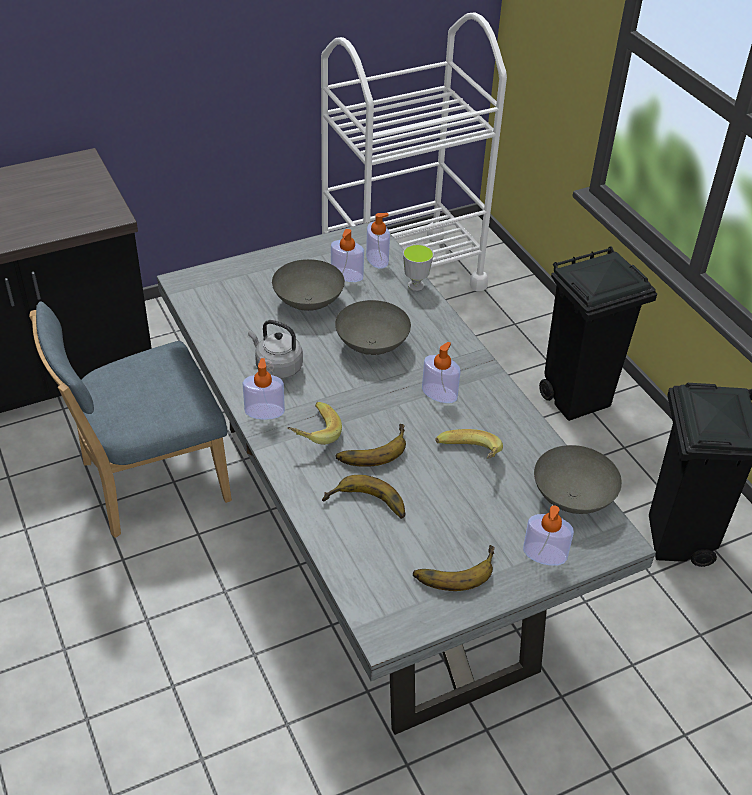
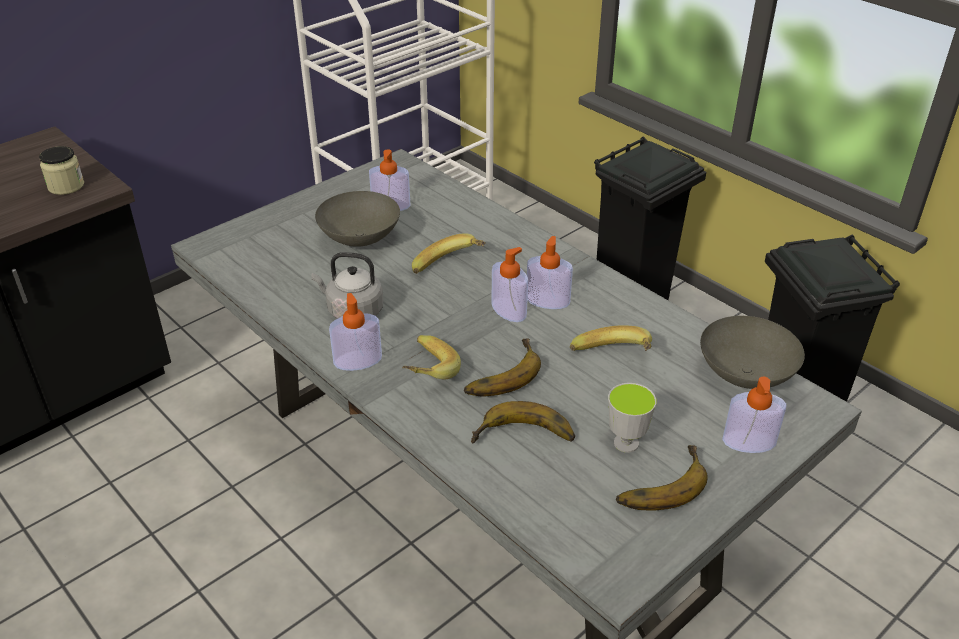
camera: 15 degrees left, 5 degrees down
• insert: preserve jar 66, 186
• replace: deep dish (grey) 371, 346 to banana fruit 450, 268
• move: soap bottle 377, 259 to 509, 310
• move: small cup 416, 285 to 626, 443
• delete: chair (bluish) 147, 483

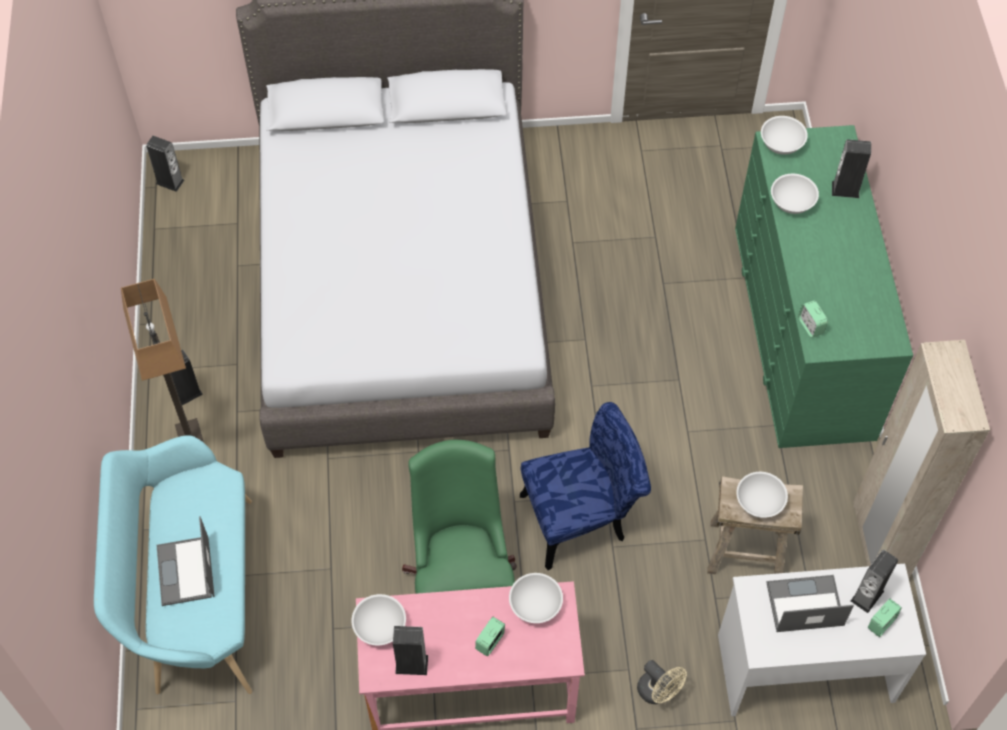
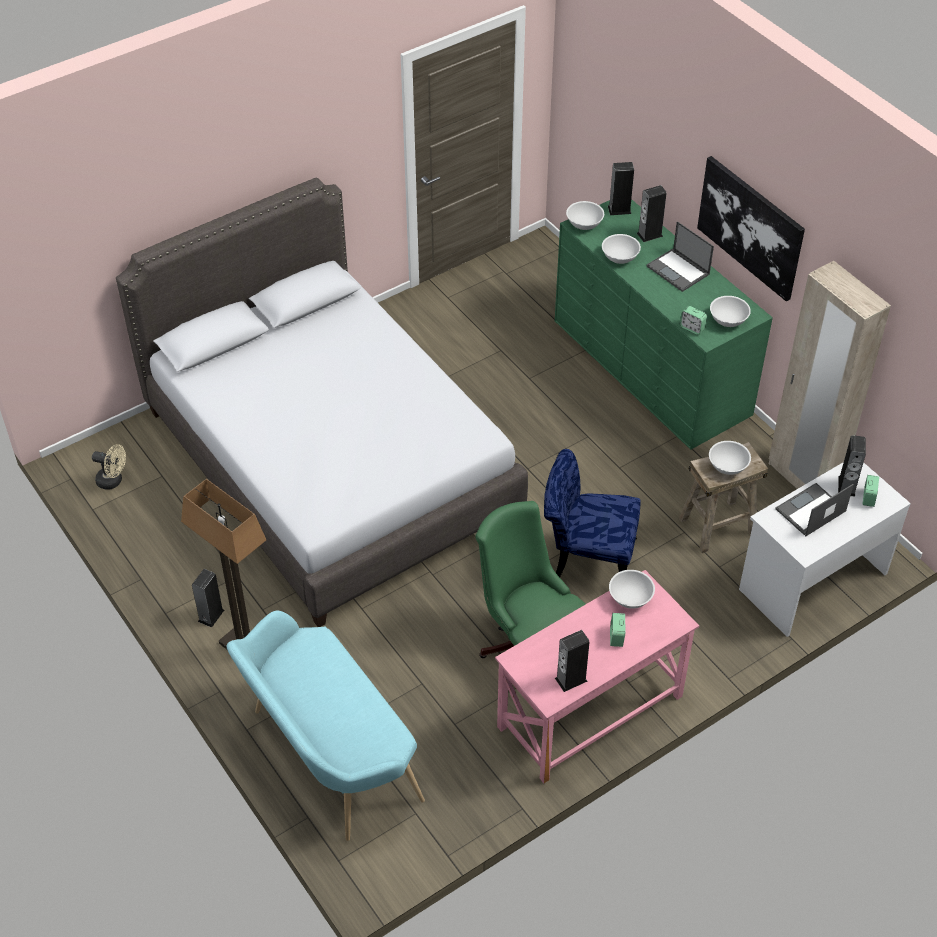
camera: 30 degrees left, 10 degrees down
• move: cooling fan (sand-coloured) 658, 692 to 113, 481
• rotate: chair (bluish) 582, 517 = 586, 558 120 degrees counterclockwise
• move: speaker 170, 182 to 619, 209
• move: laptop 186, 572 to 678, 270
• insert: wall picture 750, 227
• move: deep dish (white) 380, 627 to 728, 320

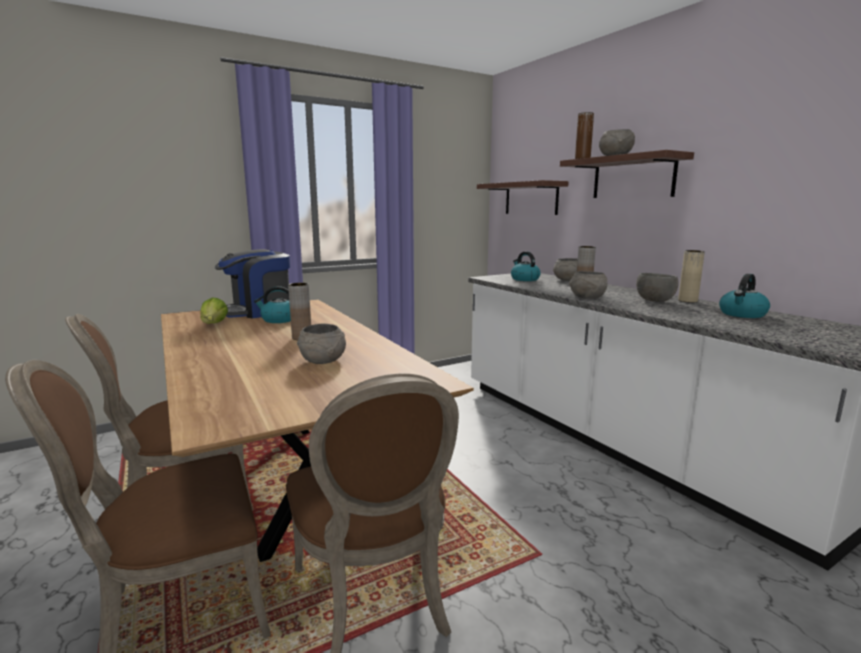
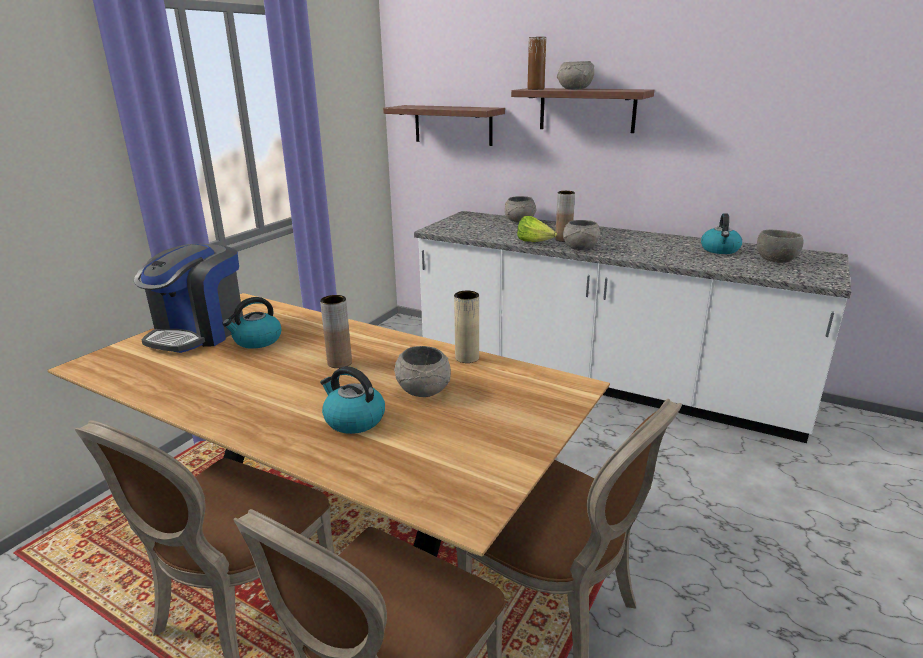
camera: 30 degrees left, 10 degrees up
• move: water kettle 524, 279 to 353, 420
• move: decorative vase (sand-coloured) 687, 300 to 467, 358
• move: lettuce head 214, 325 to 534, 242
• move: deep dish (grey) 655, 301 to 776, 261

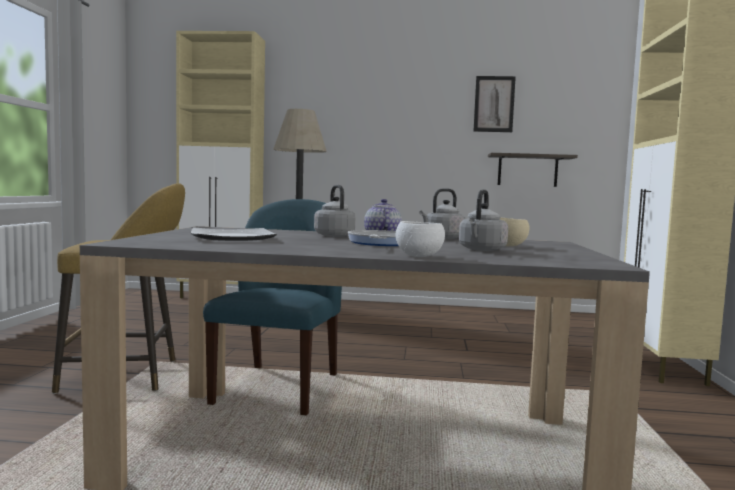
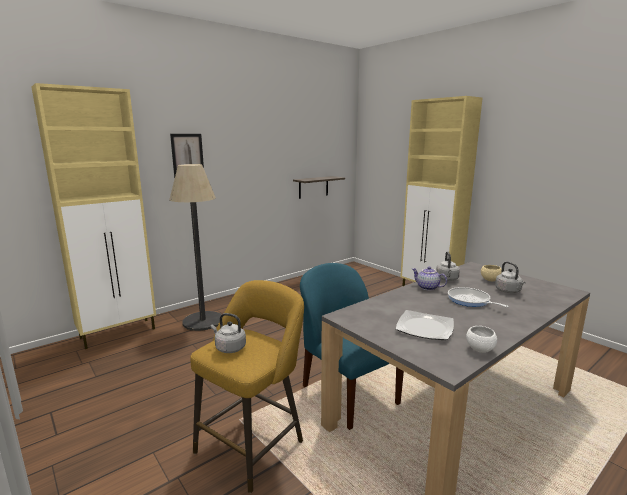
camera: 45 degrees left, 10 degrees up
• move: wall picture 494, 104 to 187, 156
• move: water kettle (grey) 333, 235 to 229, 348
• move: deep dish (white) 419, 256 to 479, 349

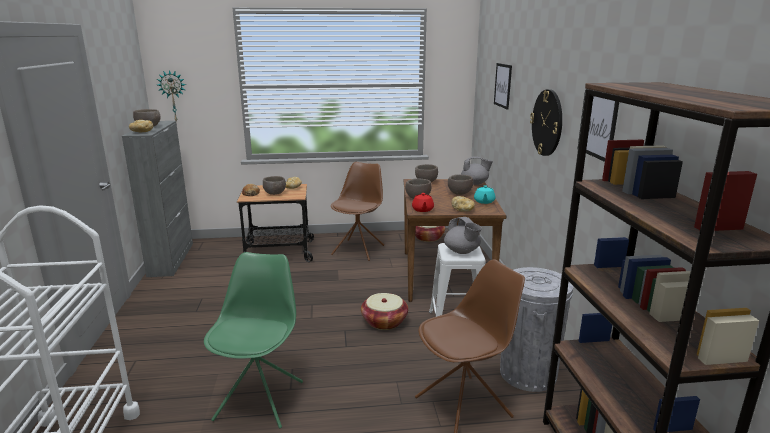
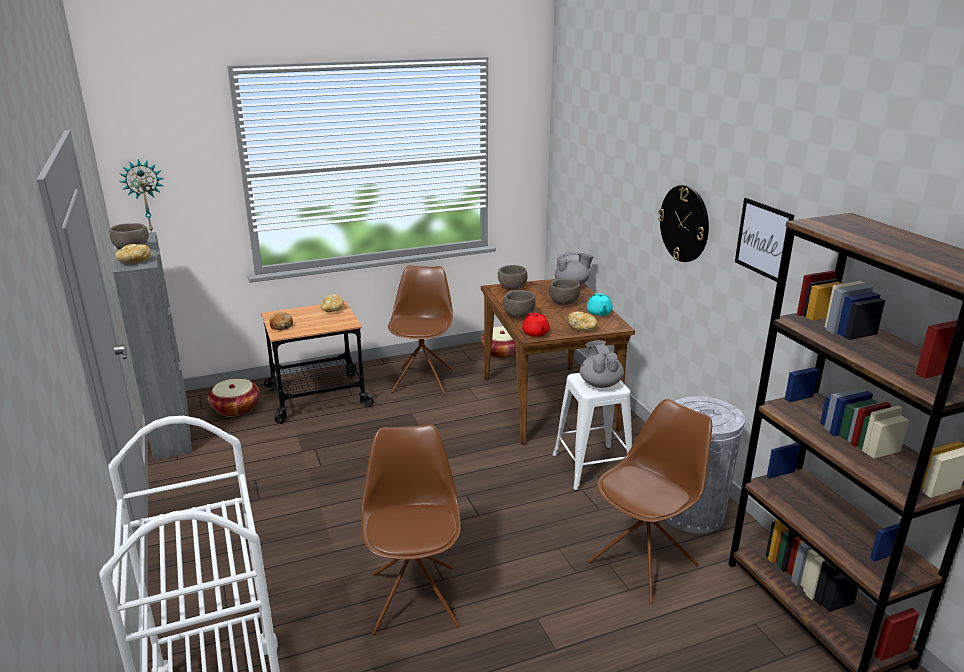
camera: 15 degrees left, 5 degrees up
• move: basket 384, 321 to 235, 408
• recolor: chair (greenish) 260, 399 to chair (brownish) 415, 598
• rotate: tea pot (grey) 462, 251 = 600, 383 150 degrees counterclockwise
• delete: deep dish (brownish) 274, 193
• delete: wall picture 503, 85

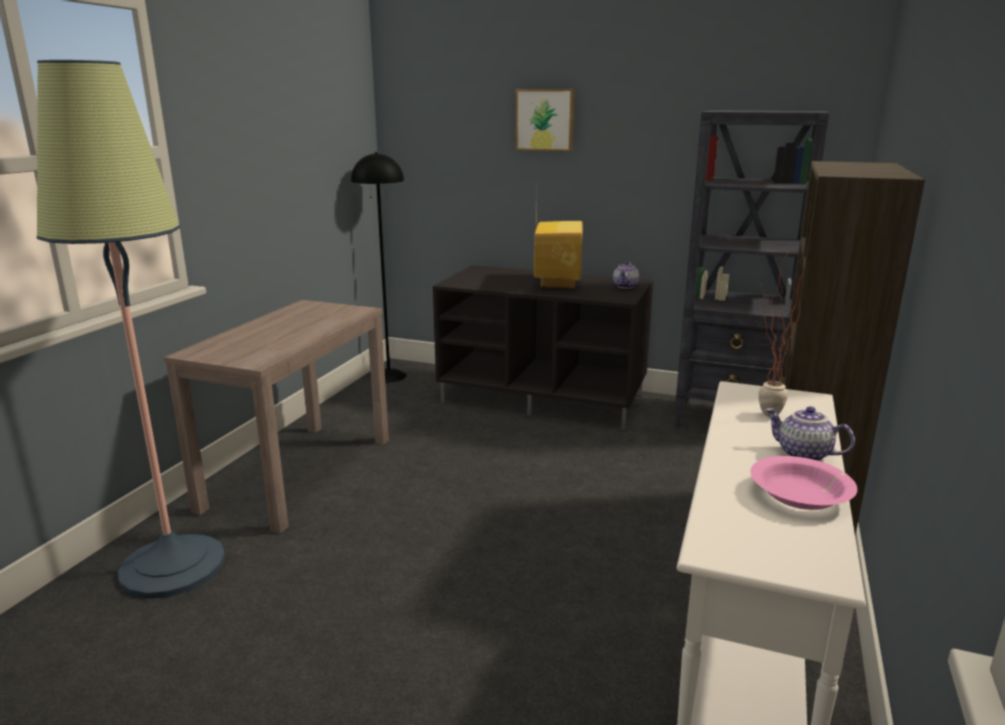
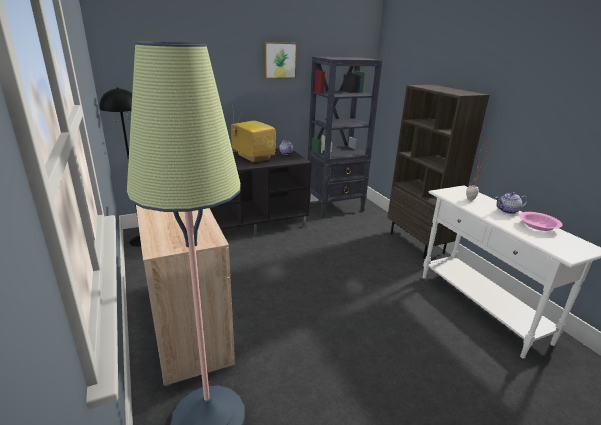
camera: 45 degrees left, 5 degrees up
• replace: hall table (brownish) 299, 472 to cupboard (sand-coloured) 187, 320
• move: wall picture 545, 120 to 279, 60

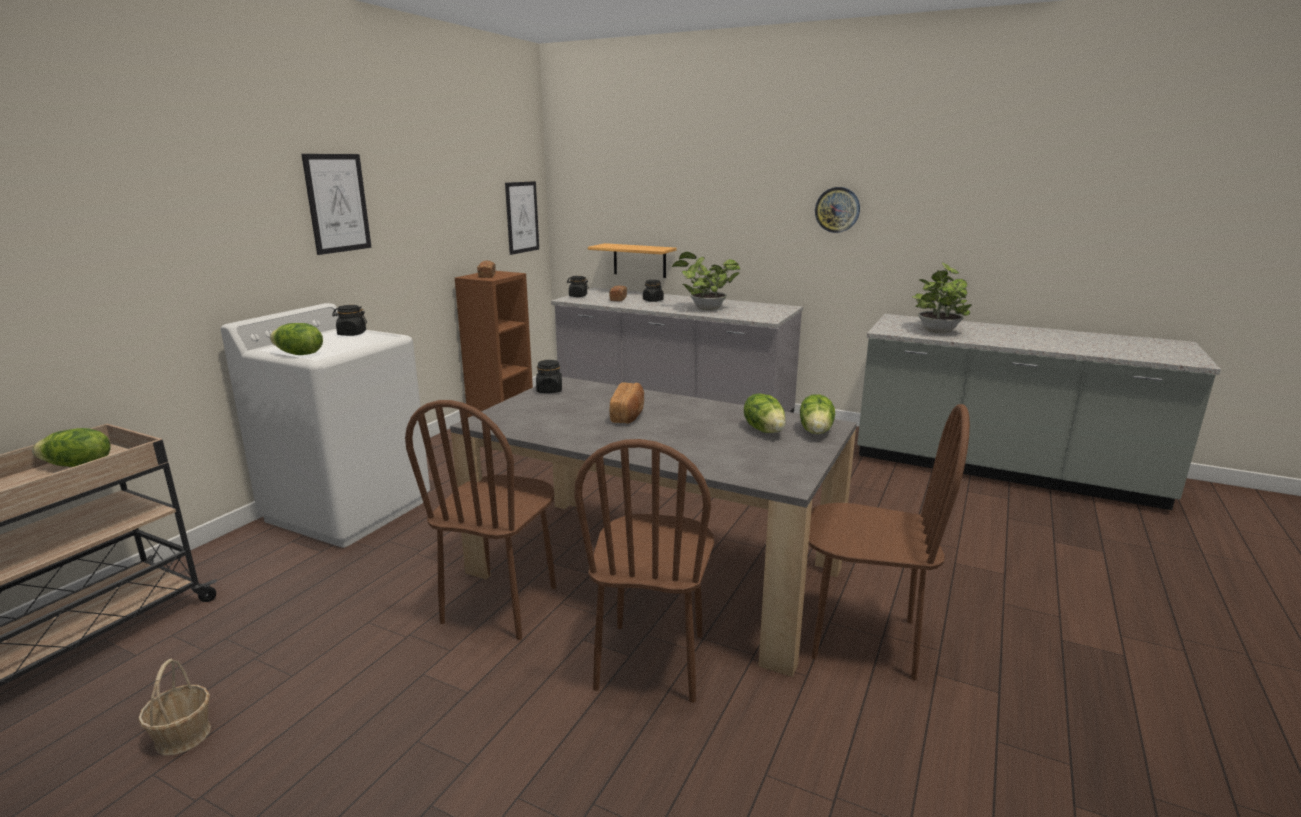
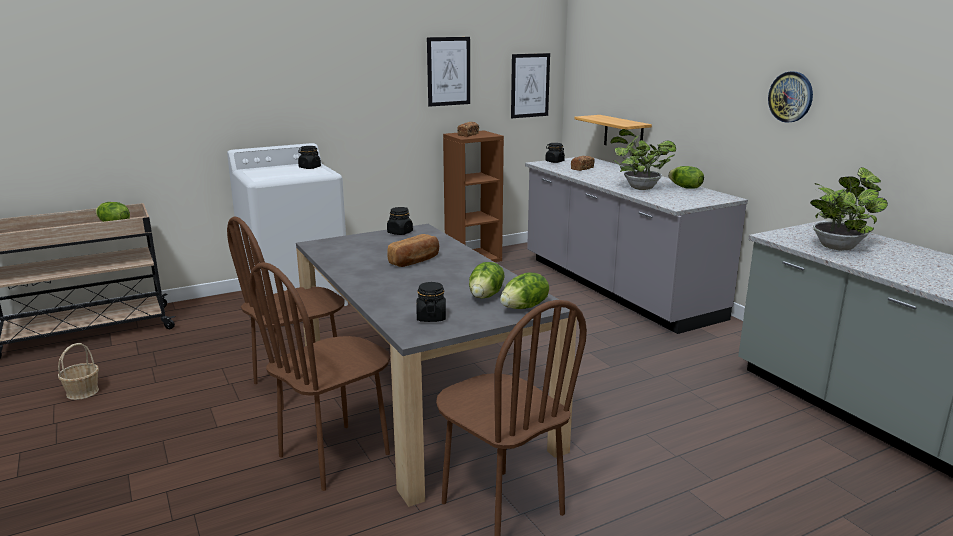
camera: 35 degrees right, 0 degrees up
• move: preserve jar (black-coloured) 653, 300 to 431, 317
• move: wall picture 337, 203 to 448, 71
• move: lettuce head 299, 354 to 685, 187

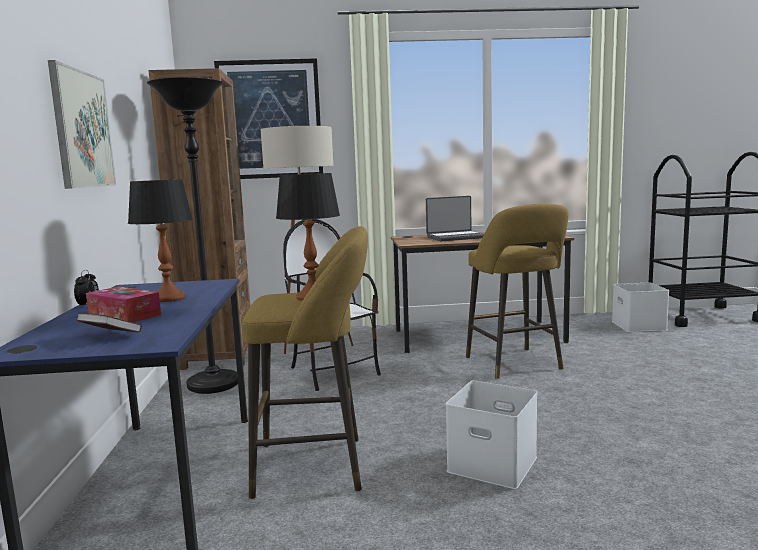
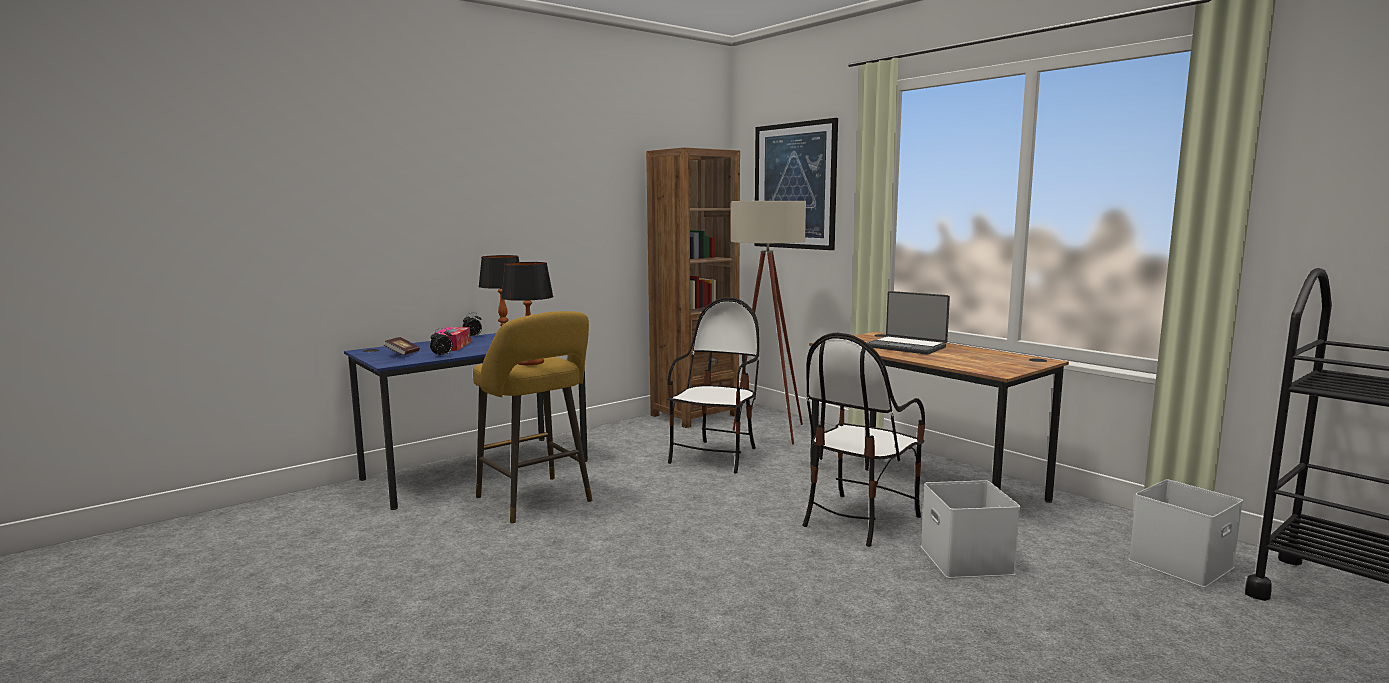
camera: 55 degrees right, 0 degrees up
• insert: alarm clock 442, 356
• replace: stool seat (yellowish) 515, 364 to chair 858, 519
• move: storage container (white) 494, 464 to 968, 560
• delete: wall picture 82, 129
• delete: standard lamp (black-coloured) 213, 385

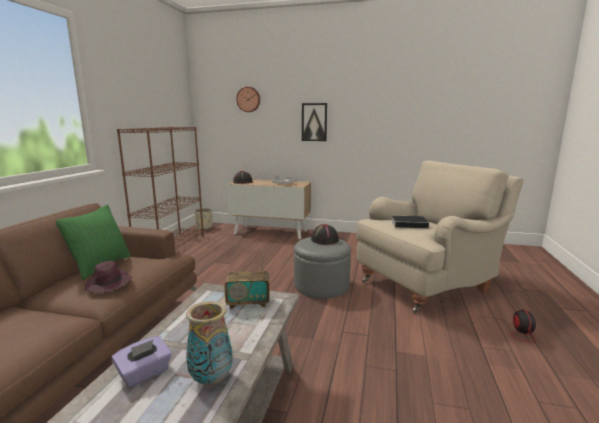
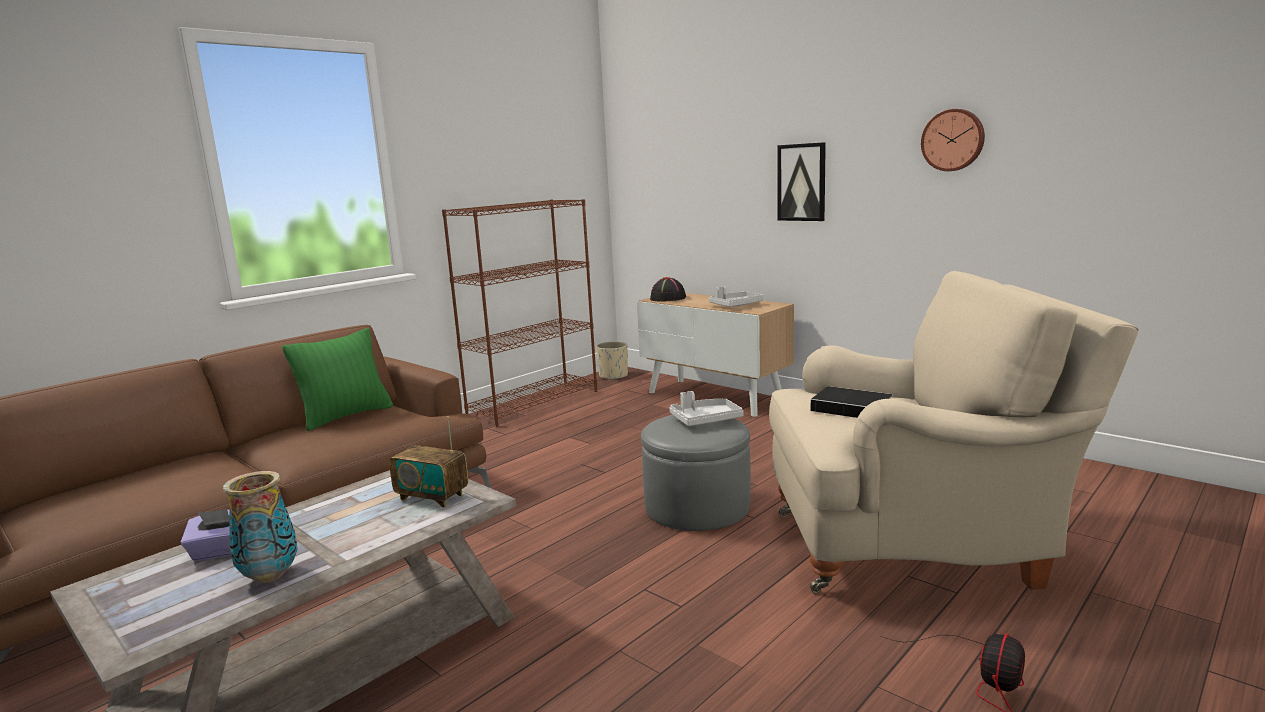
camera: 30 degrees right, 0 degrees up
• replace: hat (black-coloured) 324, 240 to carrying tray (grey) 705, 420
• move: clock on the wall 248, 99 to 953, 140
• delete: hat (purplish) 109, 284

